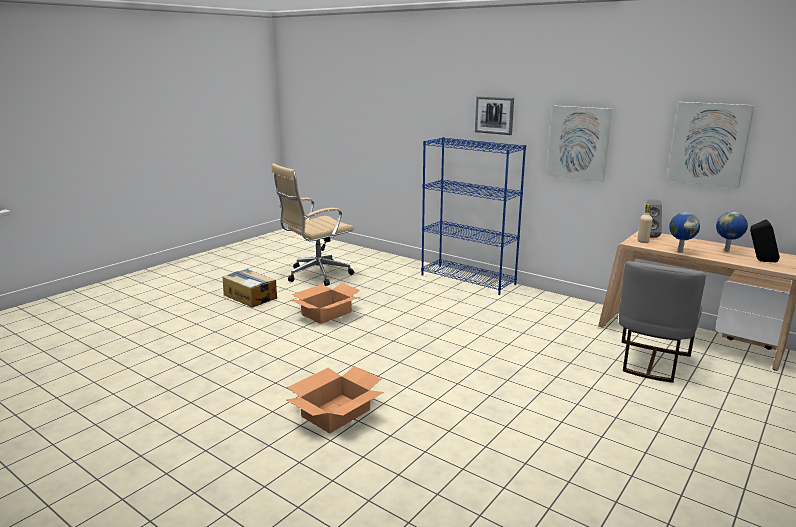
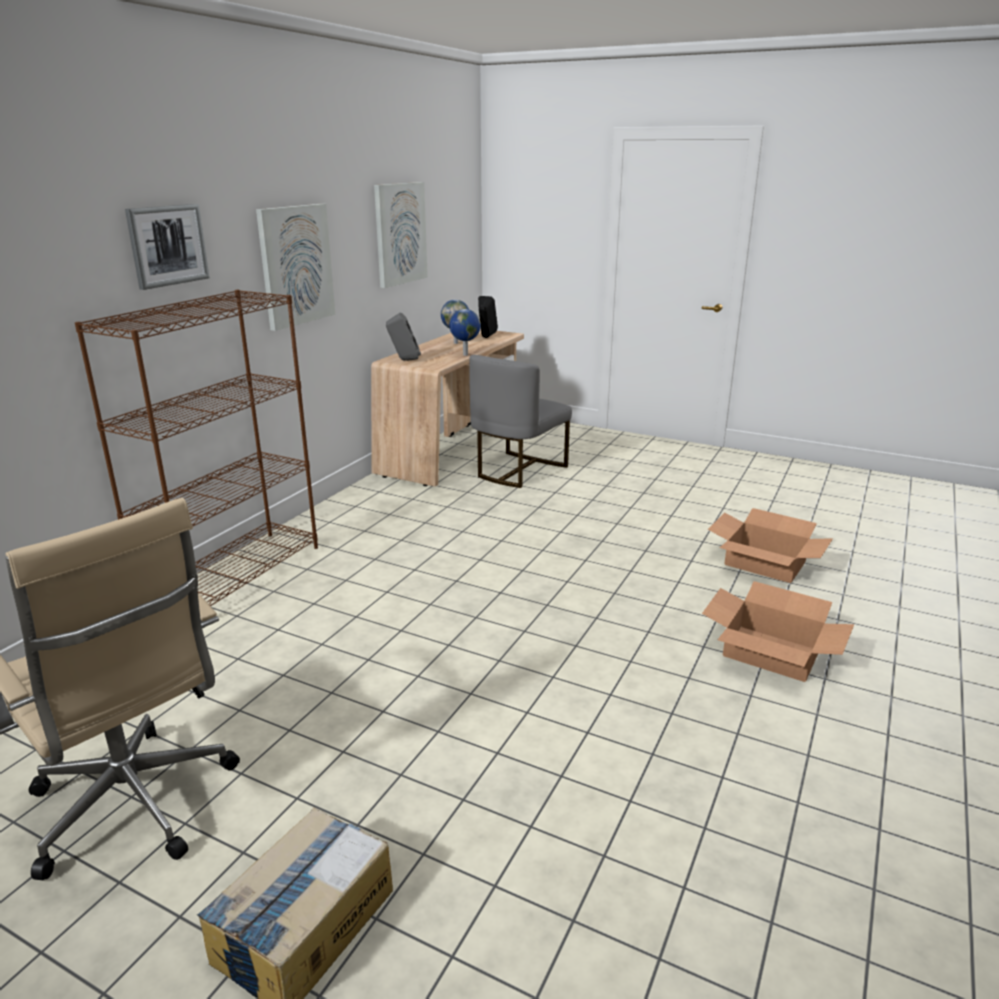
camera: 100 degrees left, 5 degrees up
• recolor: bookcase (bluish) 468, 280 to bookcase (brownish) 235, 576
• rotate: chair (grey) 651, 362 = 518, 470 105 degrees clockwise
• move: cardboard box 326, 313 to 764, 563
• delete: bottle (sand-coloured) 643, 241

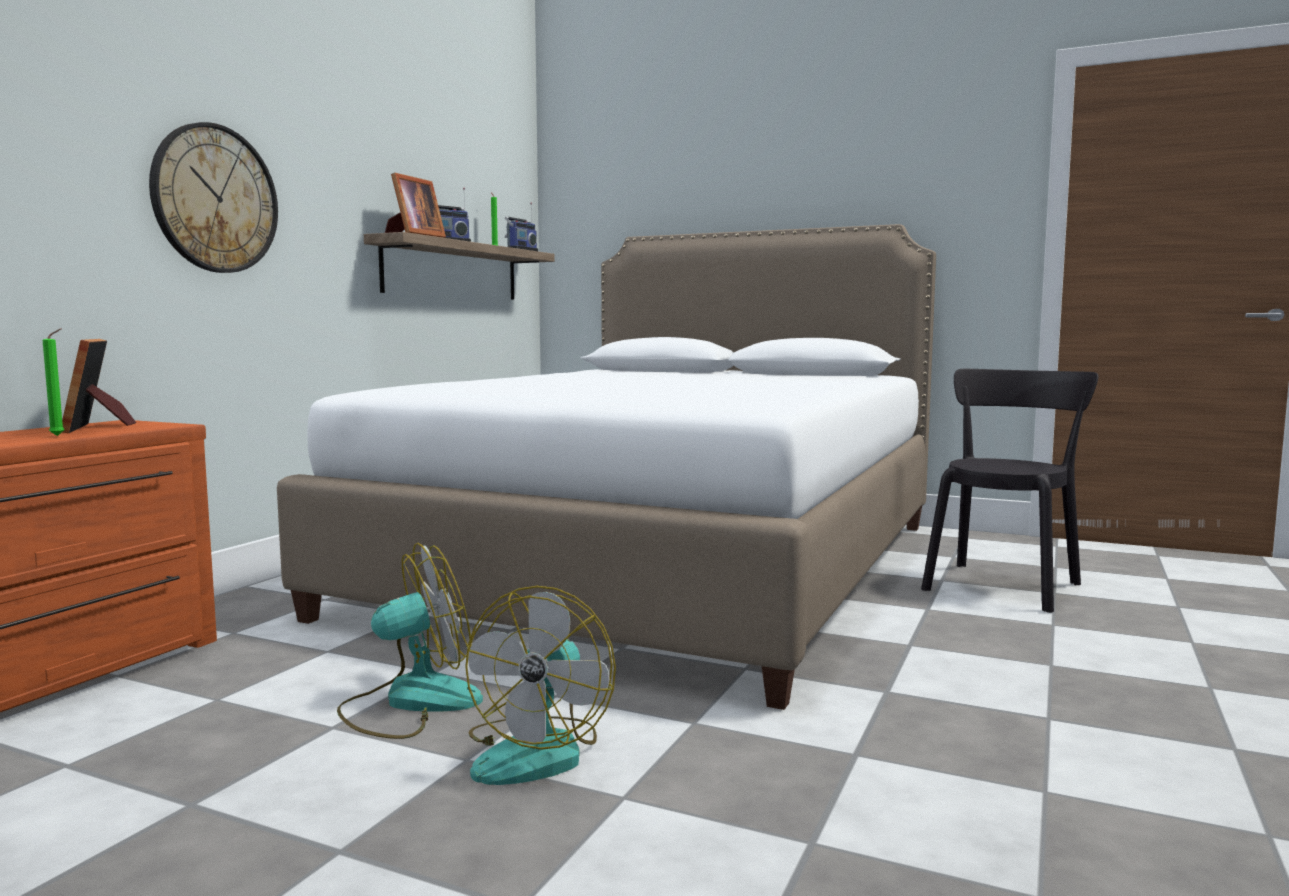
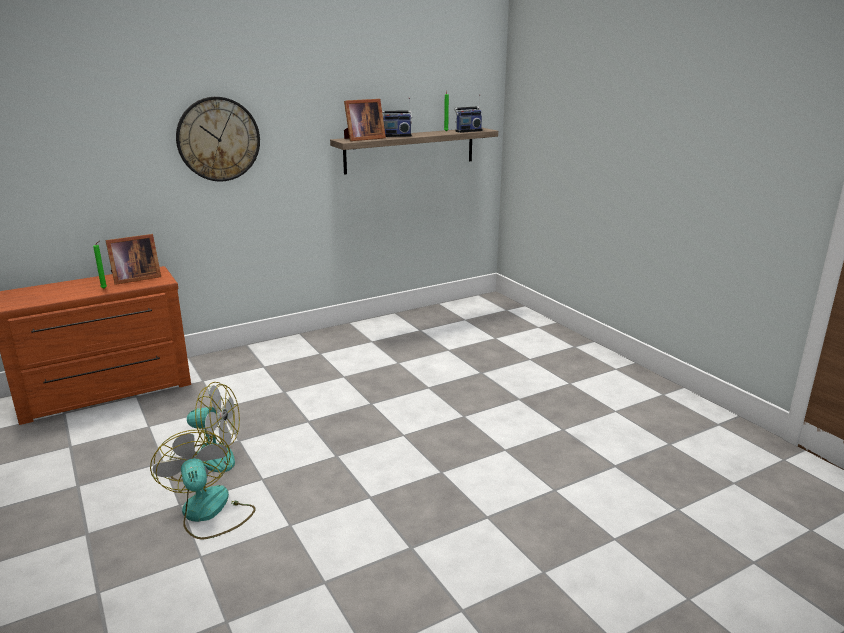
camera: 35 degrees right, 15 degrees up
• rotate: photo frame 98, 427 = 134, 278 135 degrees counterclockwise
• rotate: cooling fan 538, 751 = 208, 512 105 degrees clockwise
• delete: bed (white) 666, 566
• delete: chair (black-coloured) 1004, 585

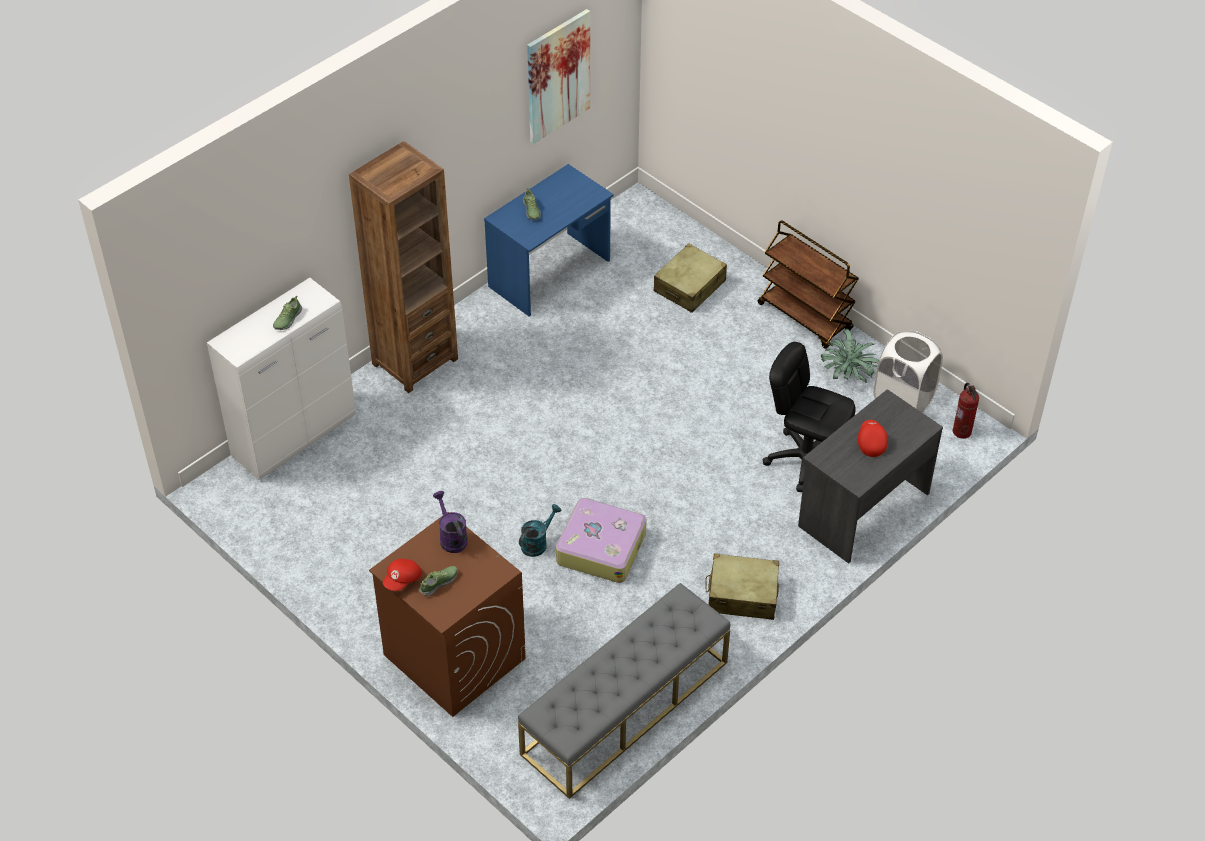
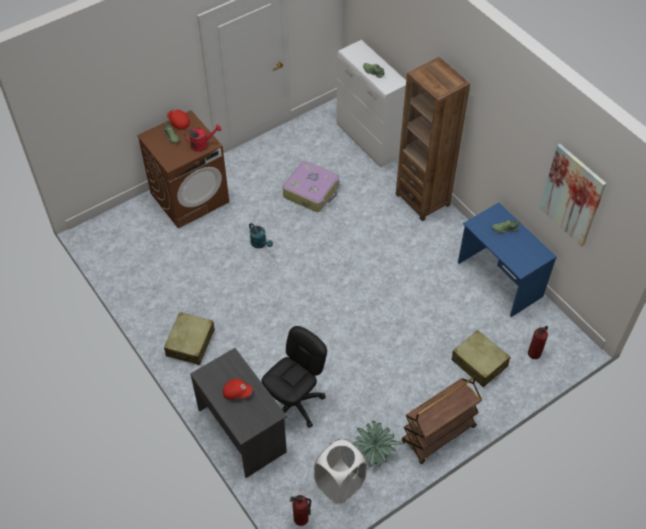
camera: 100 degrees right, 5 degrees up
• recolor: watering pot (purplish) 451, 537 to watering pot (red) 202, 144
• move: piece of luggage 601, 547 to 312, 191
• insert: fire-fighting cylinder 534, 354
• delete: long seat (grey) 625, 708

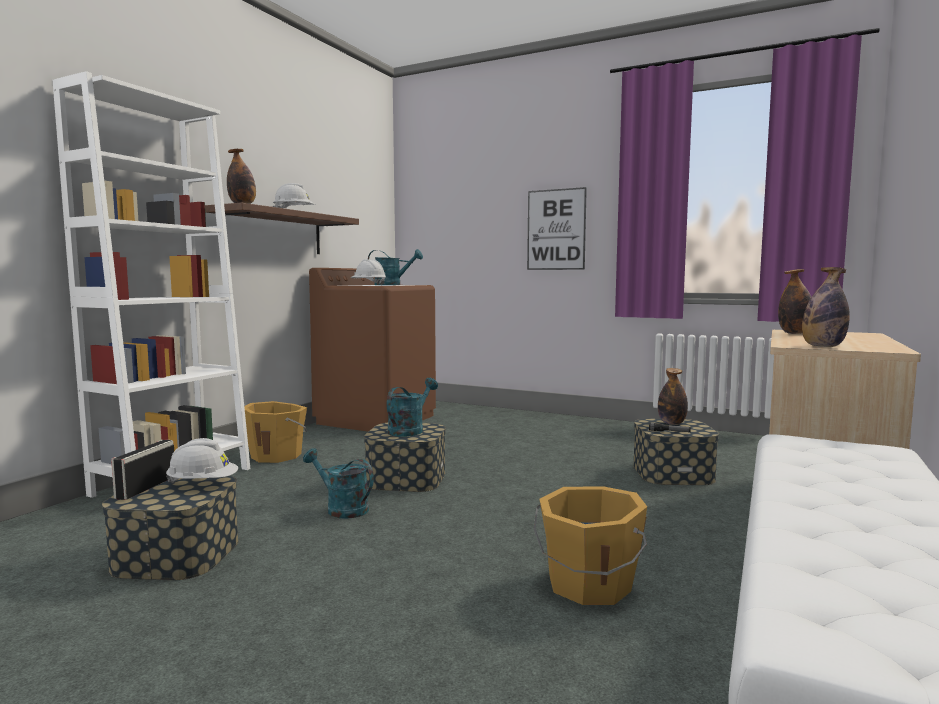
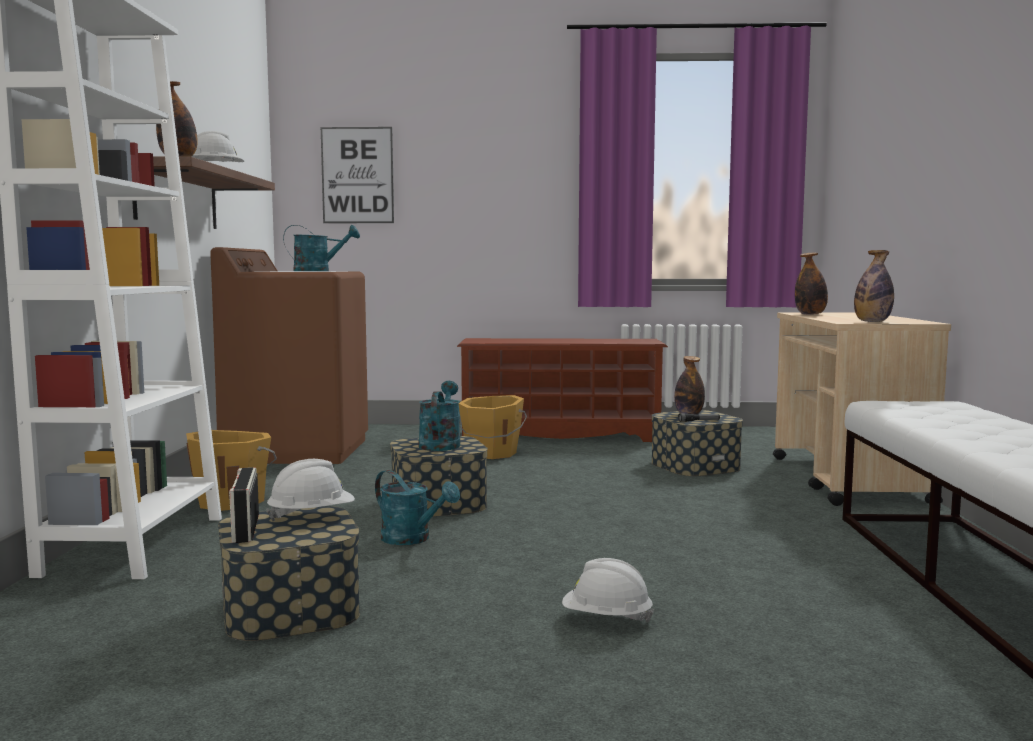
camera: 25 degrees left, 0 degrees up
• move: wall picture 556, 229 to 357, 175
• rotate: watering pot (turquoise) 341, 508 = 412, 539 150 degrees counterclockwise
• insert: shoe stand (brownish) 561, 435
• move: water bucket (orange) 588, 585 to 490, 453
• move: work helmet (white) 369, 285 to 606, 619

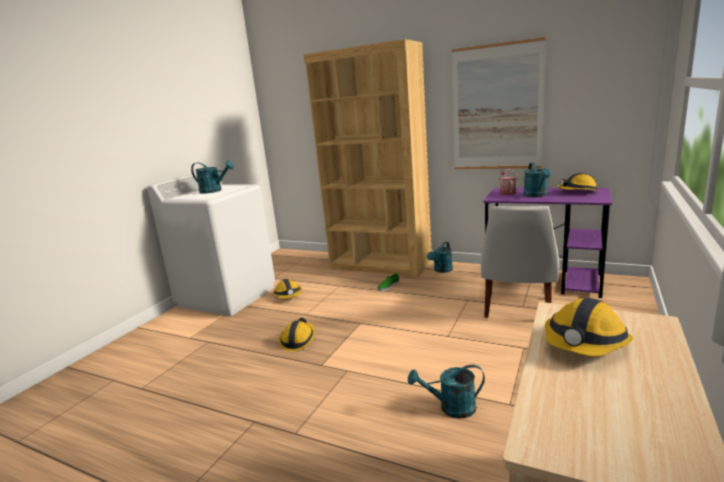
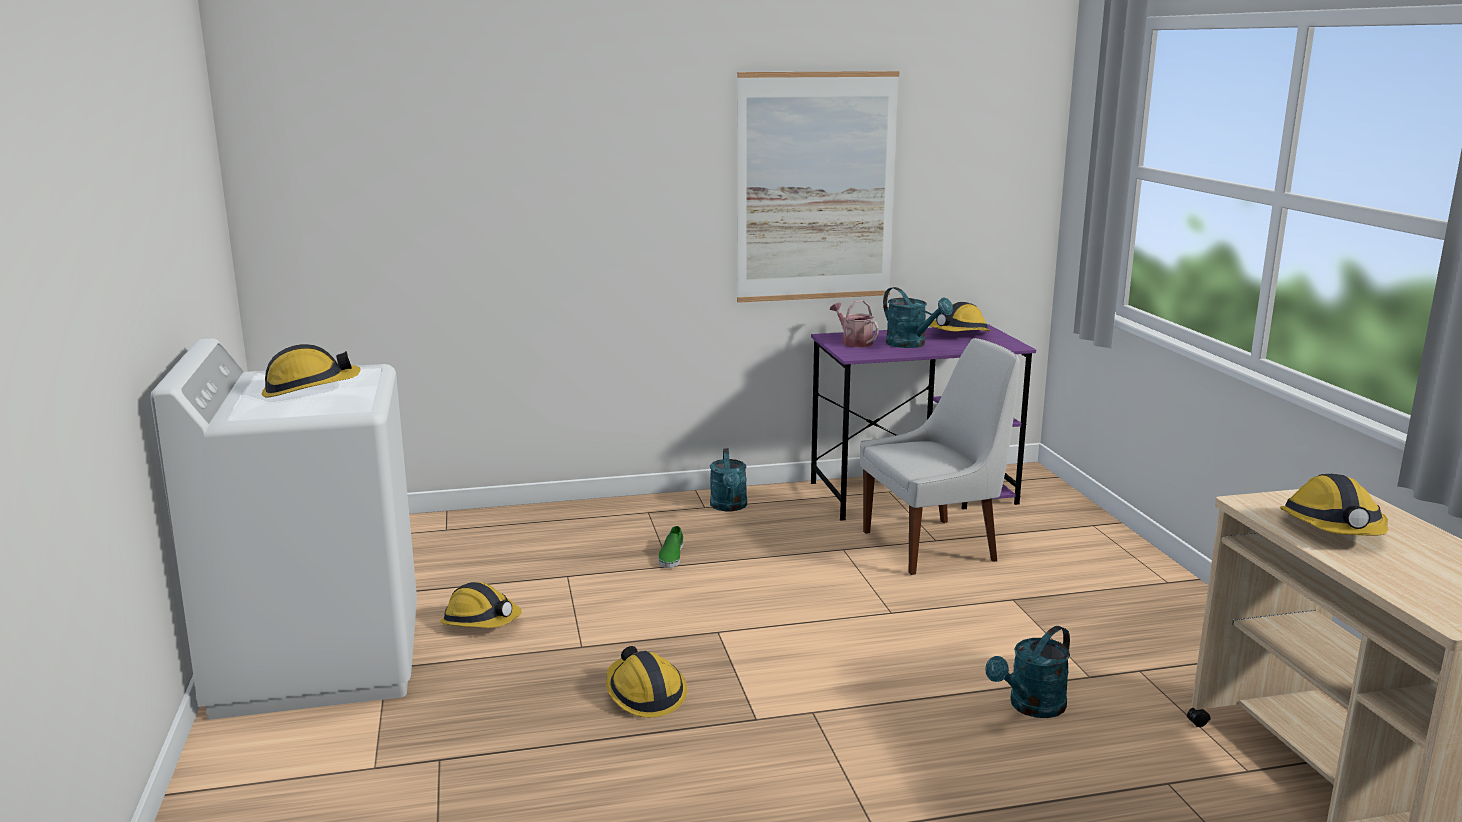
camera: 40 degrees left, 0 degrees up
• replace: watering pot (turquoise) 214, 191 to work helmet 310, 389
• rotate: chair (white) 517, 309 = 934, 546 90 degrees counterclockwise
• delete: bookcase (brownish) 380, 265

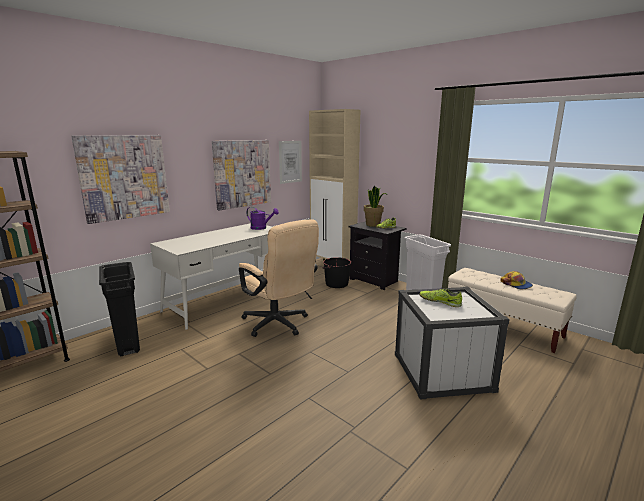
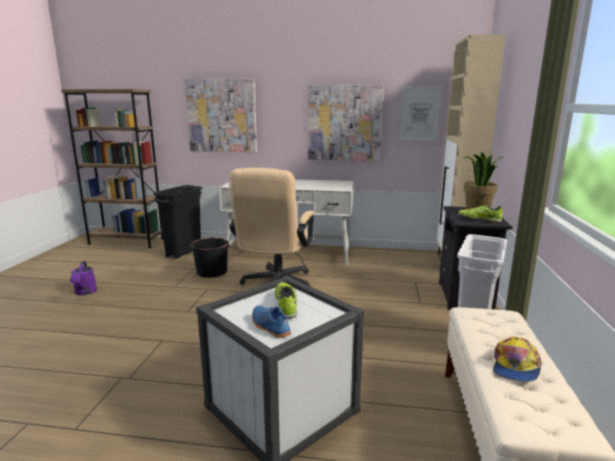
camera: 55 degrees right, 0 degrees up
• move: watering pot (purplish) 261, 228 to 85, 292
• move: water bucket (black-coloured) 336, 284 to 212, 272
• insert: shoe (bluish) 269, 327

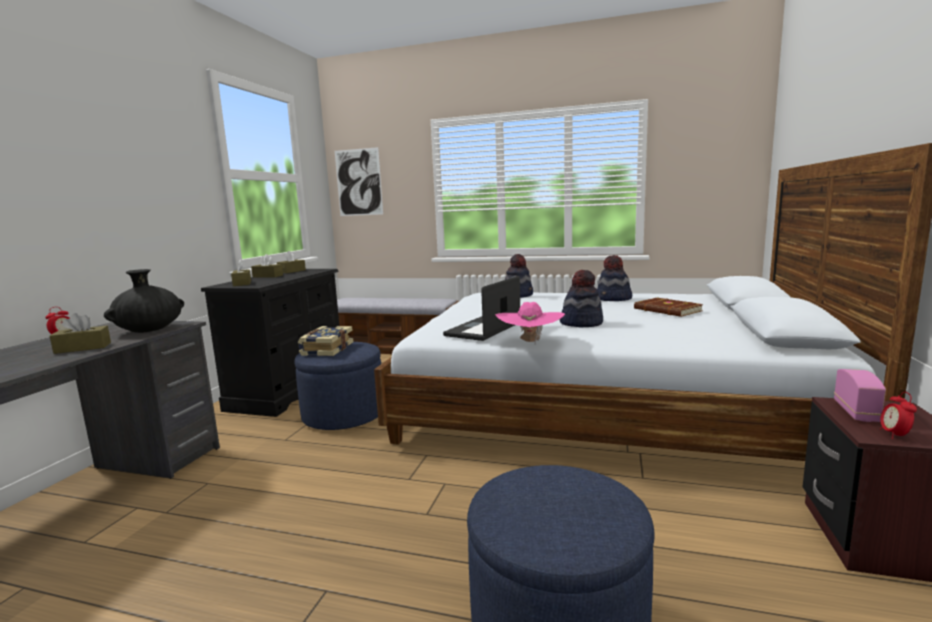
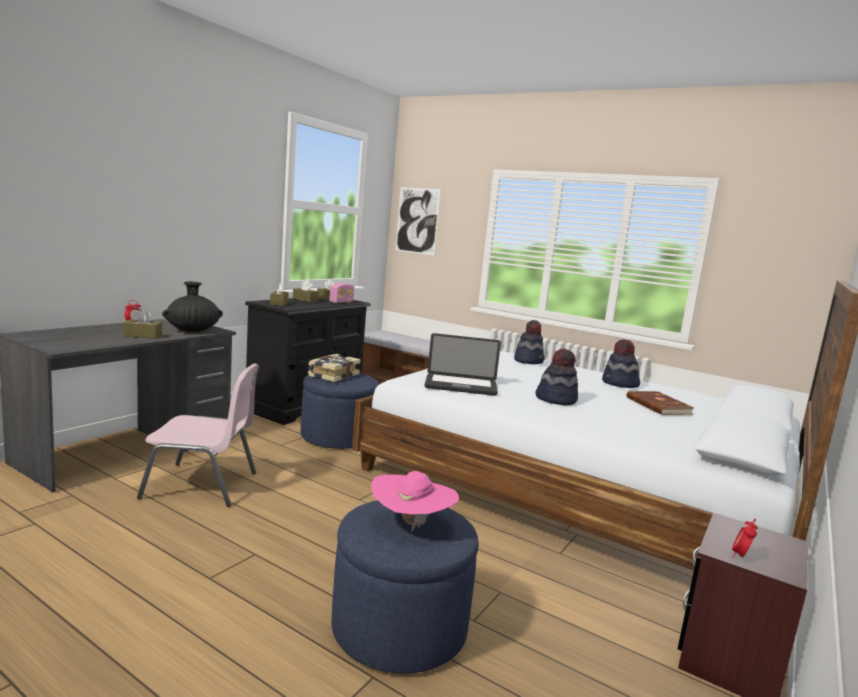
camera: 15 degrees right, 0 degrees up
• insert: chair (pink-coloured) 202, 485
• move: radio set 856, 412 to 341, 302
• move: hat (pink-coloured) 530, 342 to 411, 524
• rotate: laptop 483, 330 = 460, 386 135 degrees counterclockwise

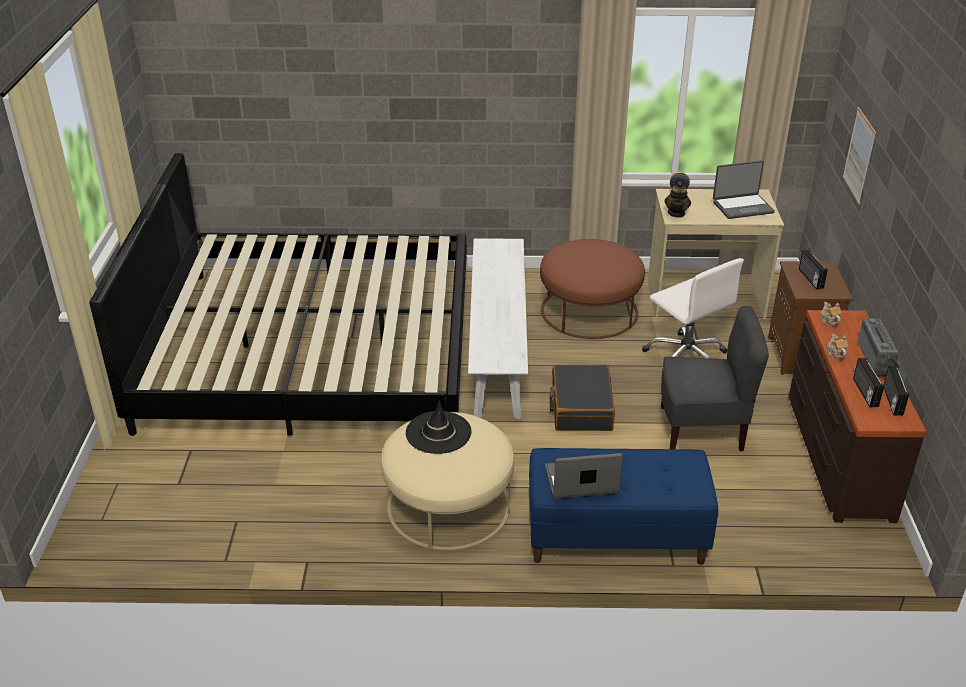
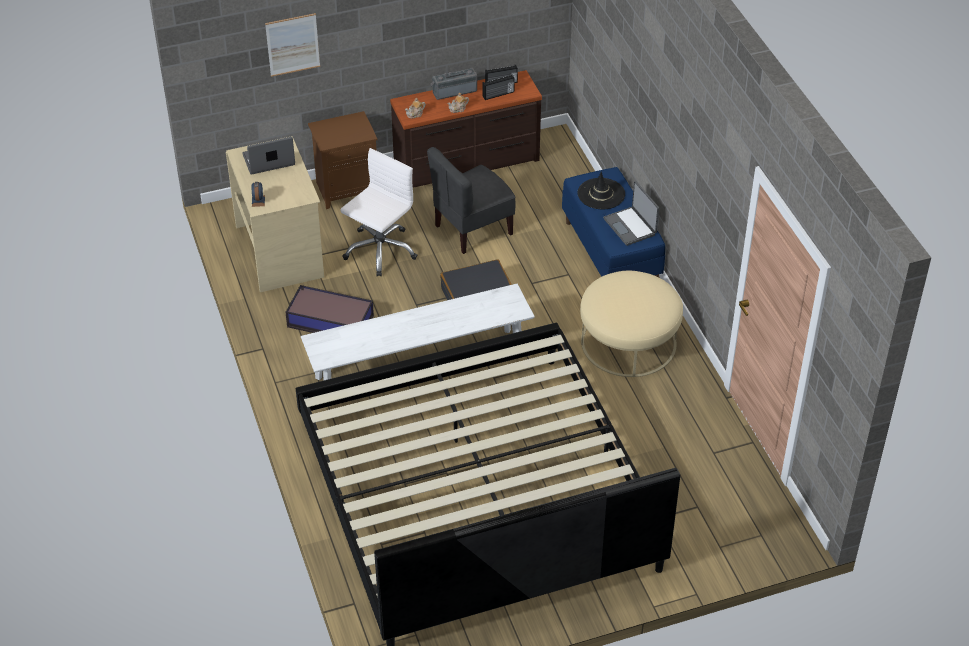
camera: 110 degrees left, 10 degrees up
• rotate: laptop 742, 207 = 269, 161 75 degrees counterclockwise
• replace: ottoman (brownish) 589, 311 to storage container 329, 320
• rotate: chair (grey) 701, 430 = 472, 229 105 degrees counterclockwise
• move: hat (black-coloured) 438, 433 to 601, 194
• delete: tea pot 676, 213
• delete: radio set 810, 279

